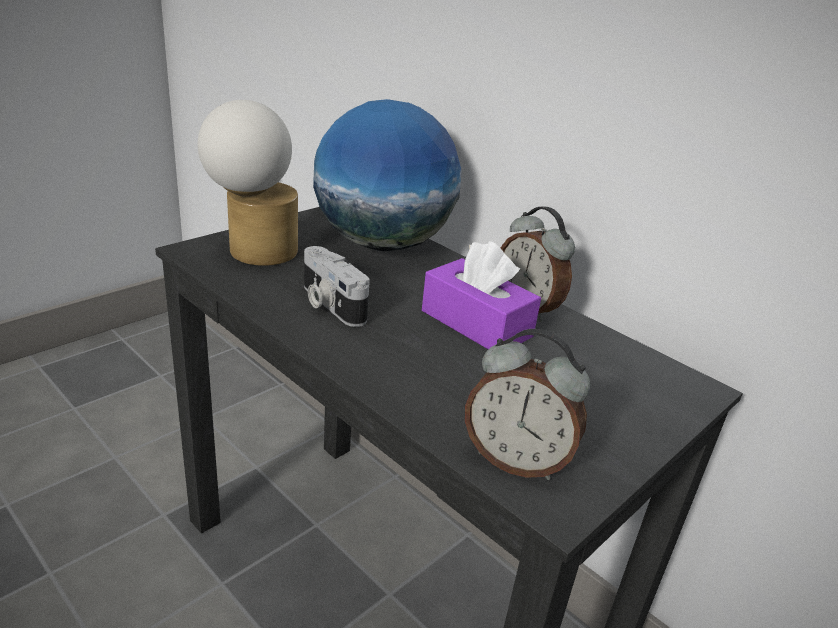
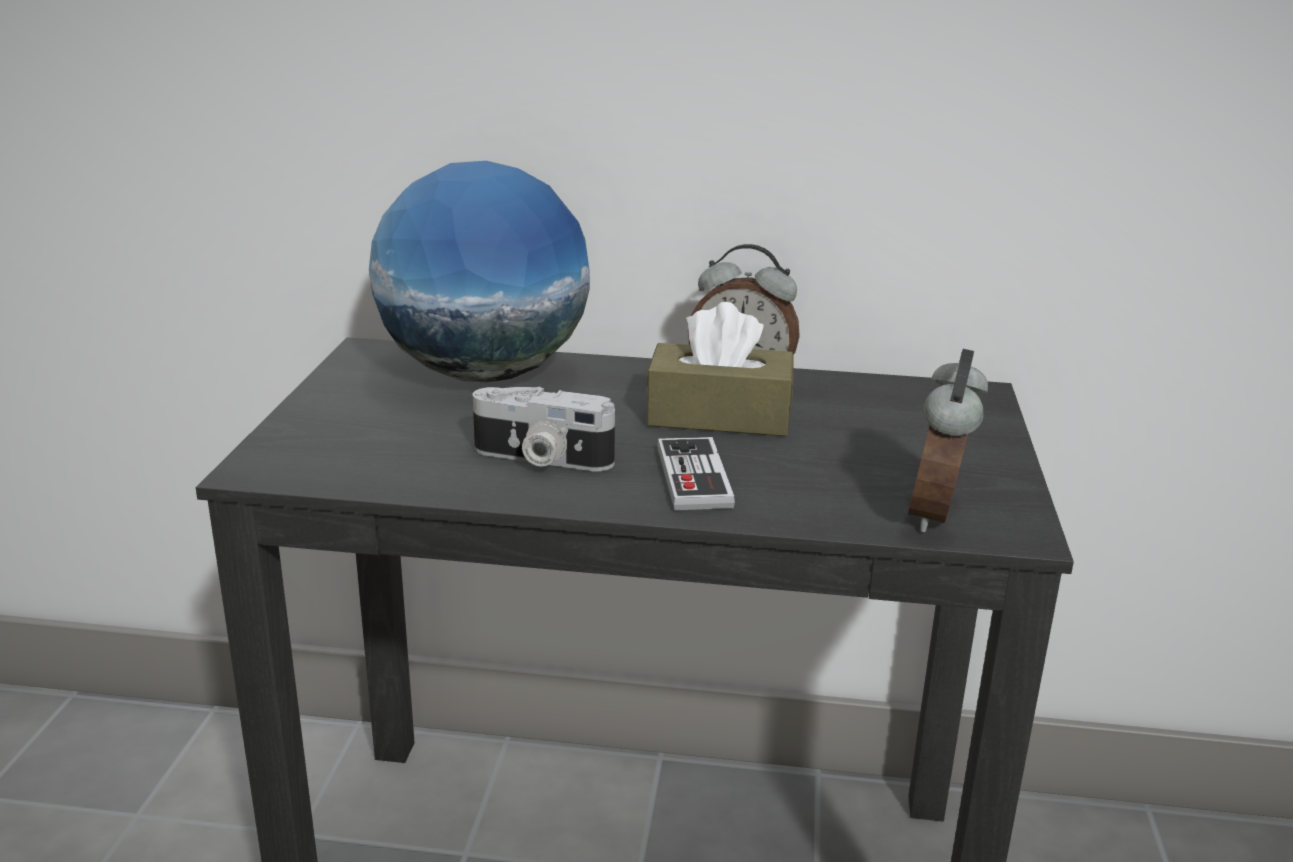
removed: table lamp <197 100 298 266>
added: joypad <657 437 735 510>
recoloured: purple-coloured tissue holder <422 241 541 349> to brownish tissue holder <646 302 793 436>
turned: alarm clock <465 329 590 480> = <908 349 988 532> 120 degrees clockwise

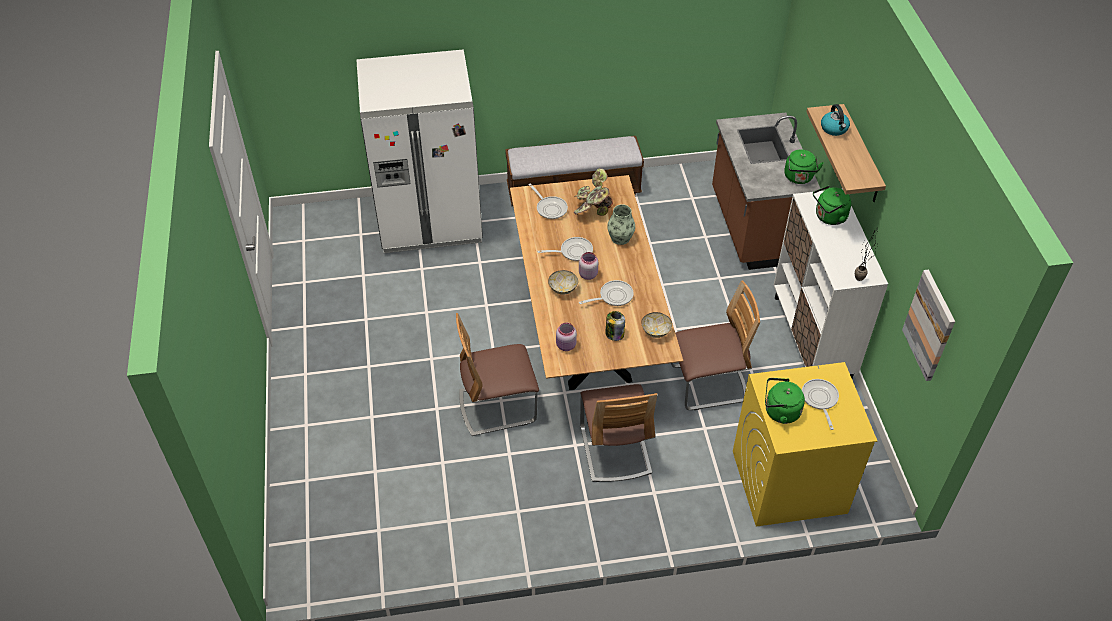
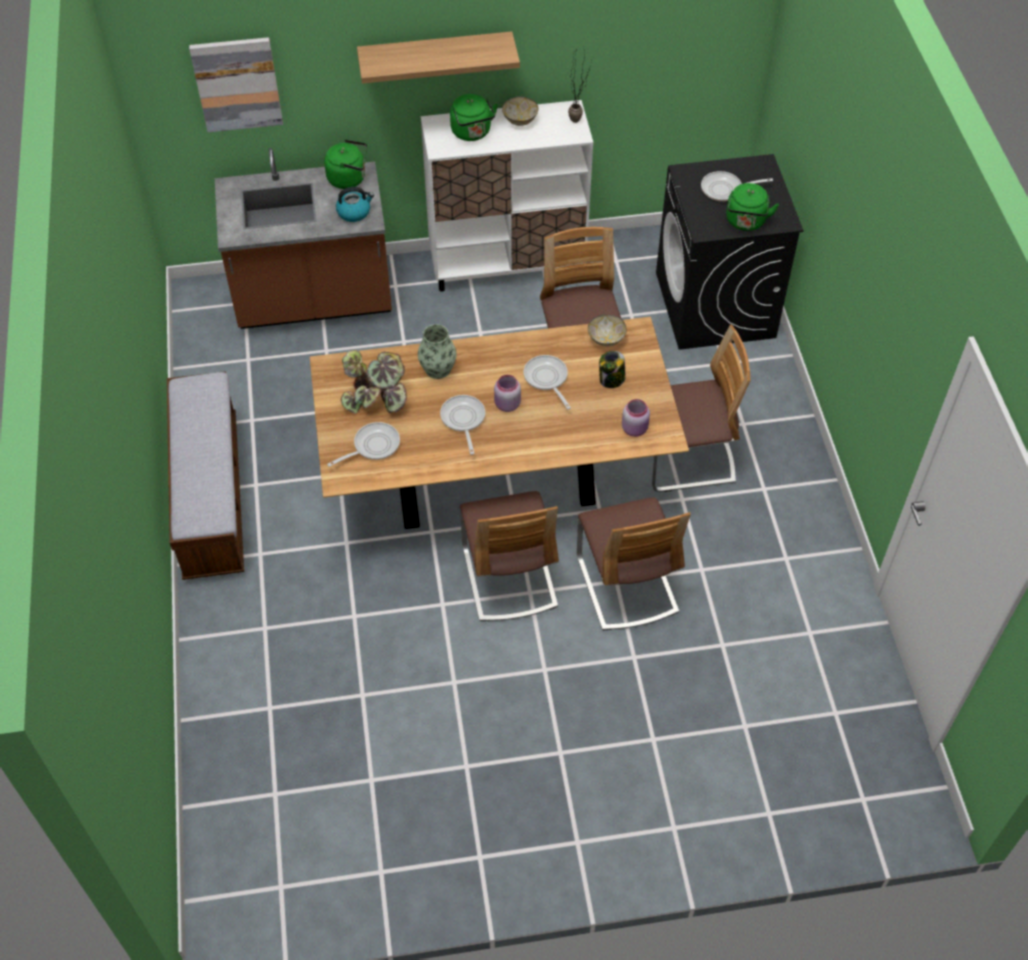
removed: white refrigerator <356 50 483 253>
added: chair <460 491 559 621>
moved: serving bowl <548 270 578 295> to <502 97 538 126>; water kettle <821 104 850 136> to <336 187 374 222>; wall picture <902 270 955 381> to <189 37 283 132>
recoloured: yellowish laundry appliance <733 362 877 527> to black-coloured laundry appliance <656 154 804 350>

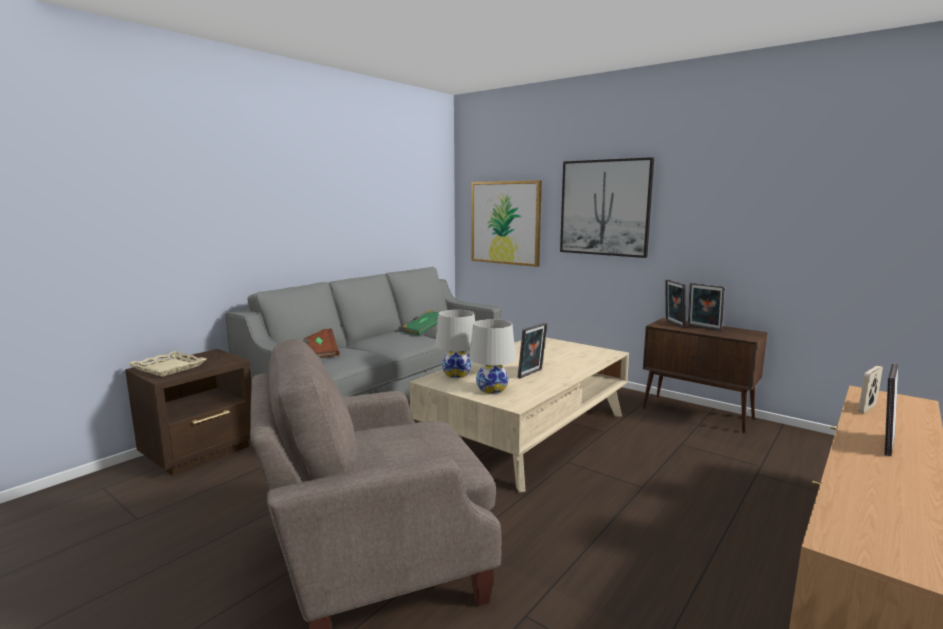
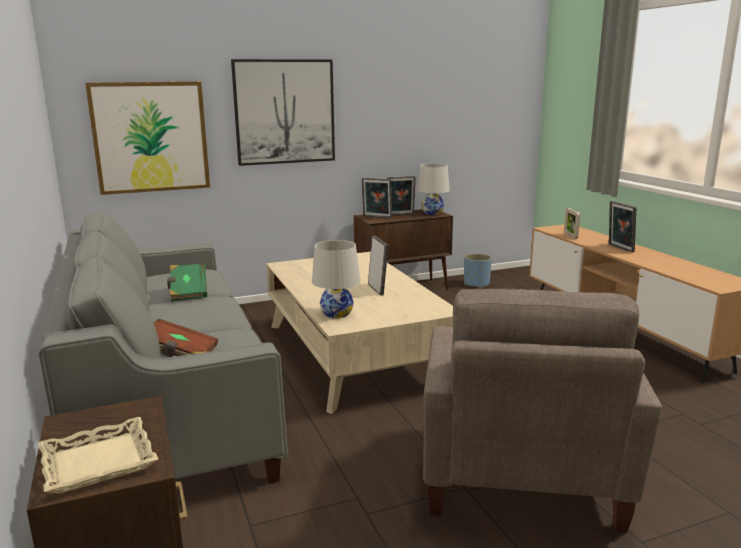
added: bluish planter <464 253 492 288>
moved: white table lamp <469 319 516 394> to <417 163 450 215>

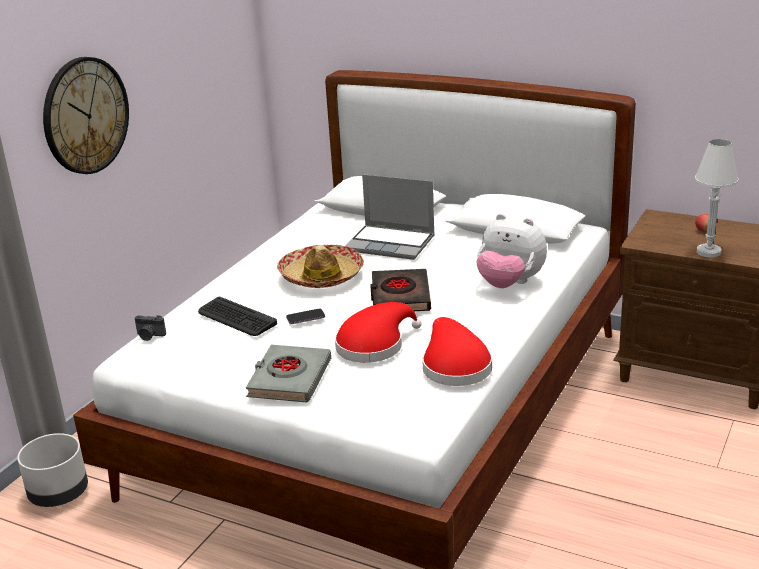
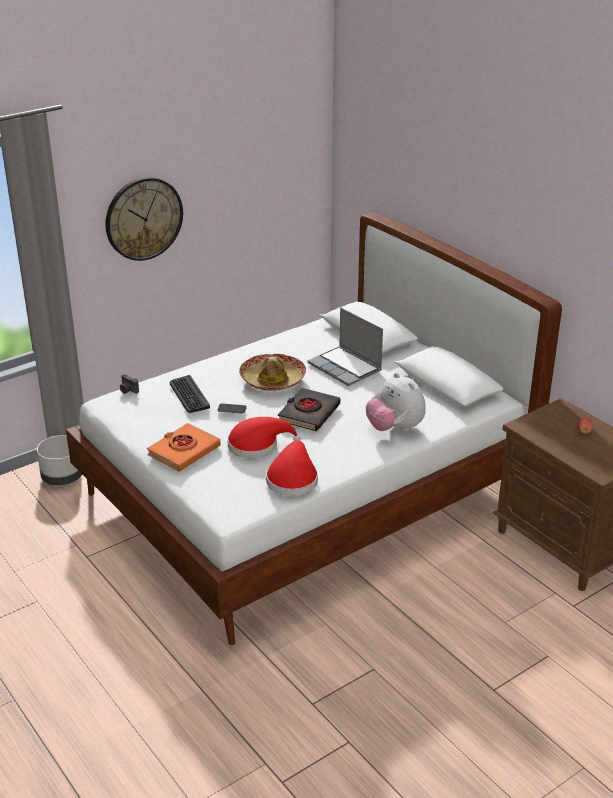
removed: white table lamp <695 139 739 257>
recoloured: greyish book <246 345 331 403> to orange-coloured book <147 423 221 472>

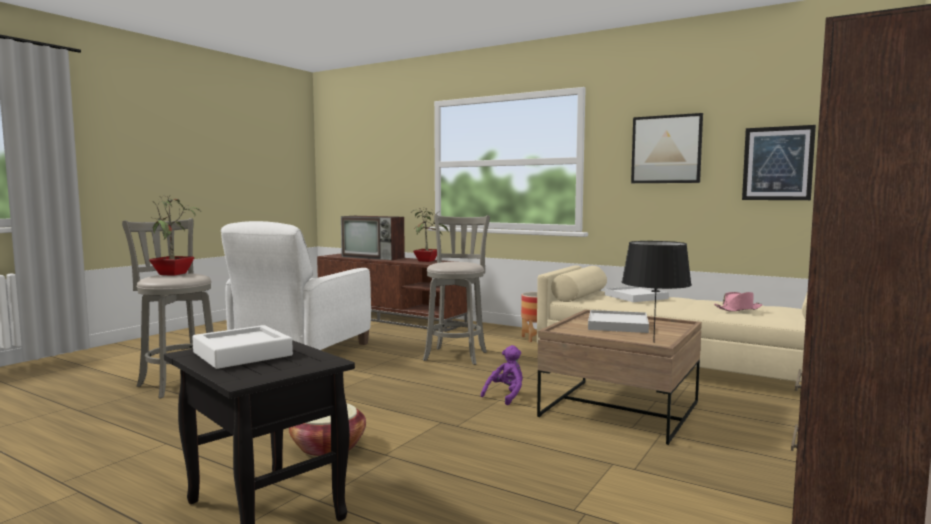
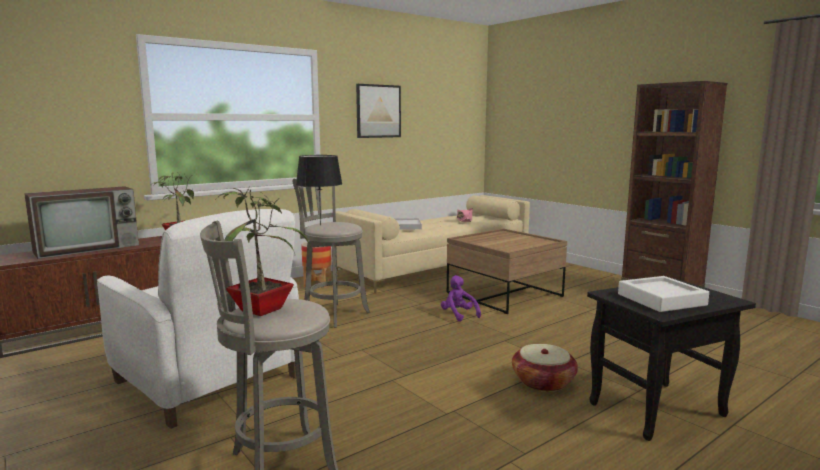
removed: white serving tray <588 310 649 333>; wall picture <742 125 816 200>
moved: black-coloured table lamp <622 241 692 343> to <296 155 342 225>

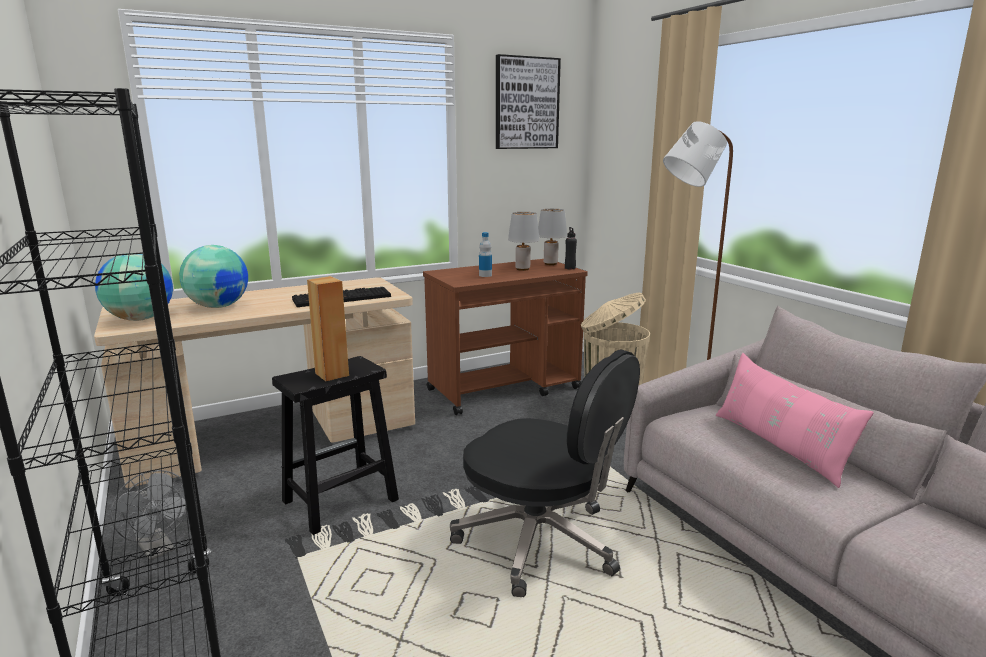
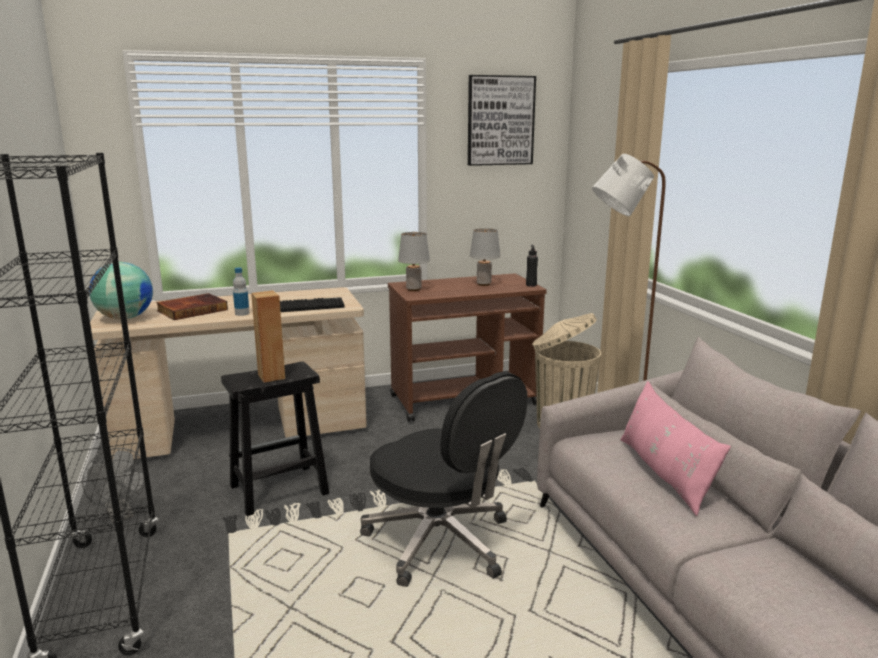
moved: drink bottle <479 232 492 277> to <233 267 250 316>; greyish table lamp <538 209 567 265> to <398 232 430 291>
replaced: desk globe <179 245 248 308> to book <156 293 228 320>

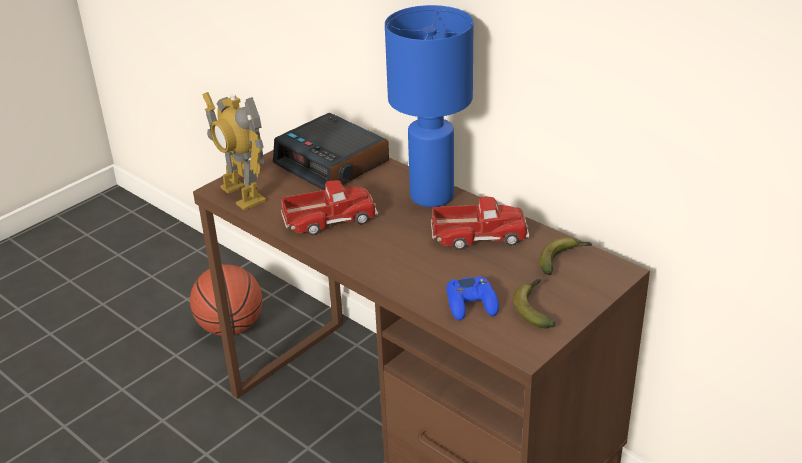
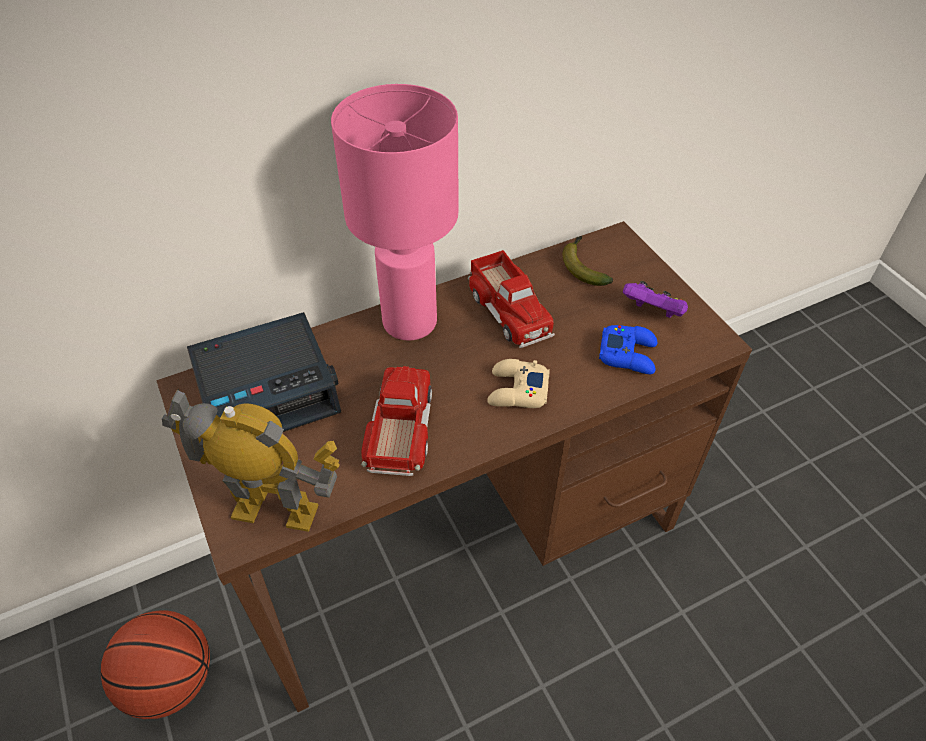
added: beige-coloured joypad <487 359 550 408>
replaced: banana <513 279 555 328> to purple-coloured joypad <623 281 688 318>
recoloured: bluish table lamp <385 5 473 207> to pinkish table lamp <331 84 459 341>
turned: robot figure <202 92 266 210> = <162 389 340 532> 150 degrees counterclockwise; toy truck <431 196 529 250> = <468 250 555 348> 135 degrees clockwise

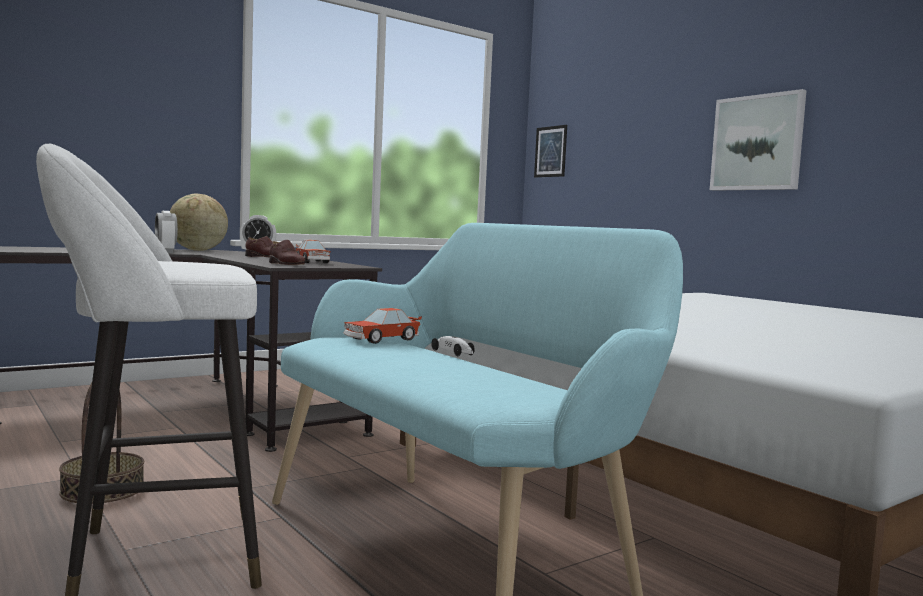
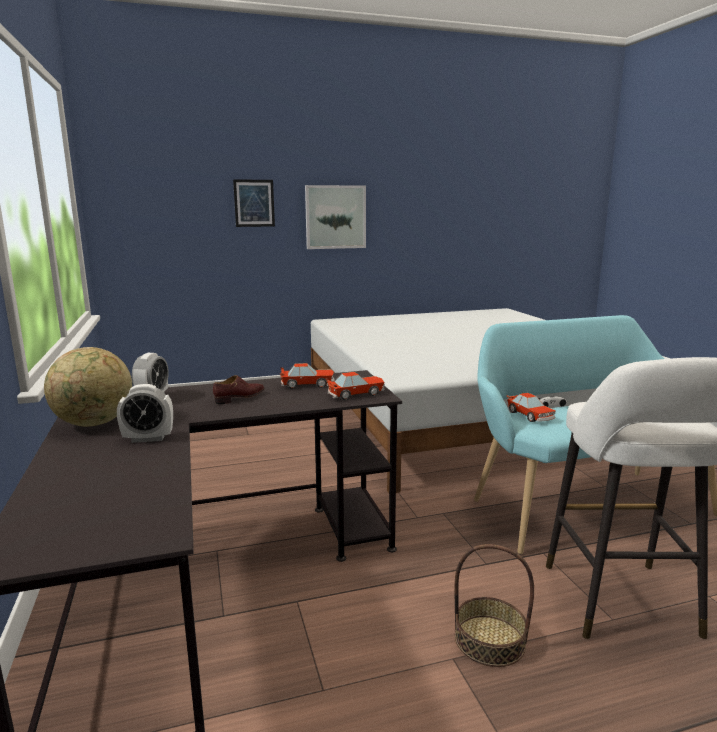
moved: wall picture <534 125 567 177> to <233 179 275 227>
replaced: brownish shoe <269 240 305 265> to miniature car <326 372 385 400>

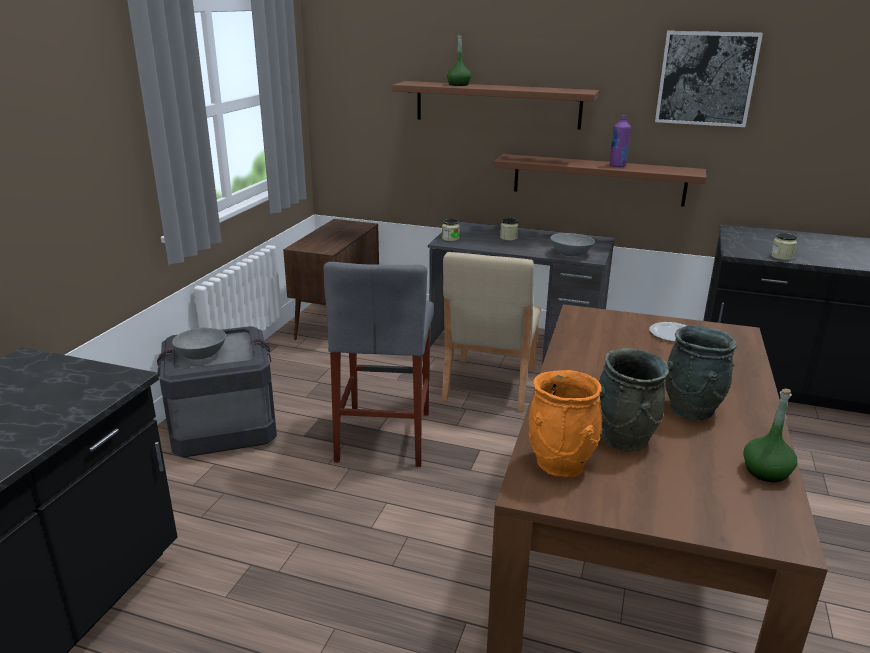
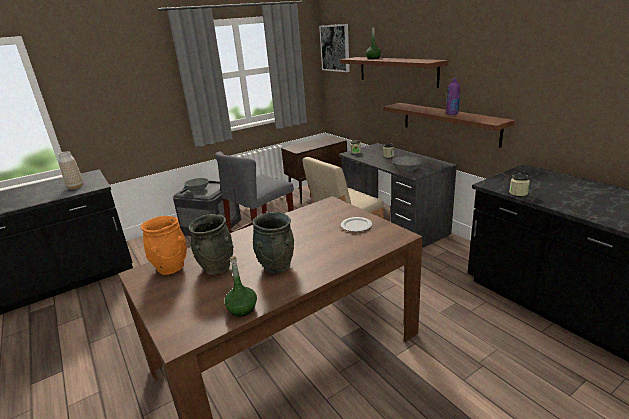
added: decorative vase <58 151 83 189>
moved: wall picture <655 31 763 127> to <319 24 350 72>

